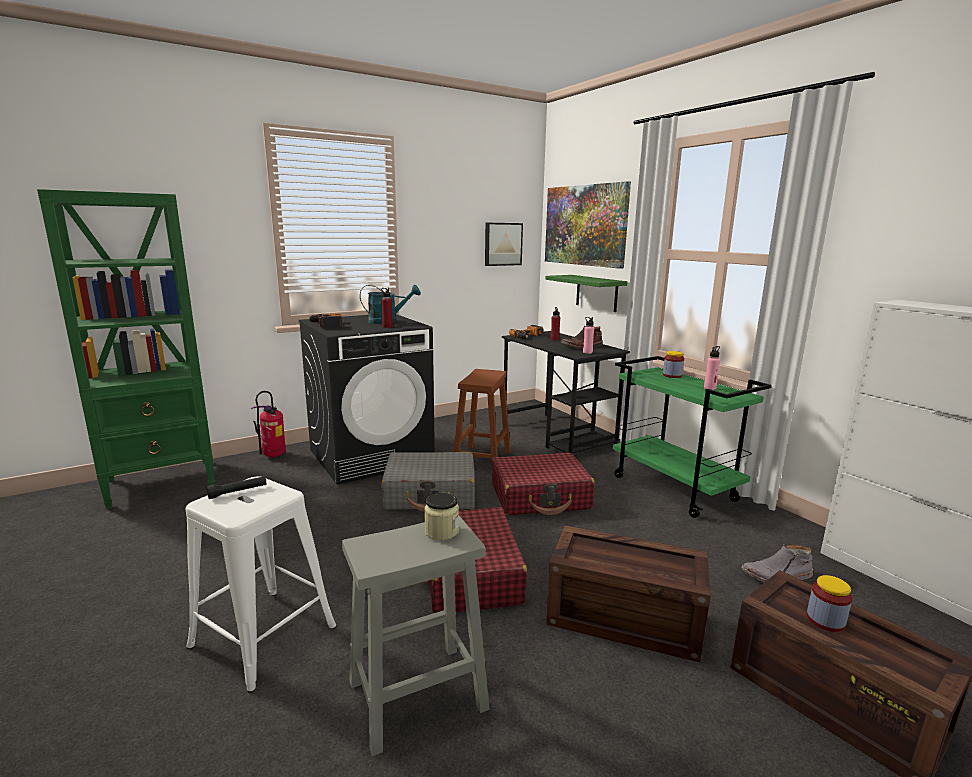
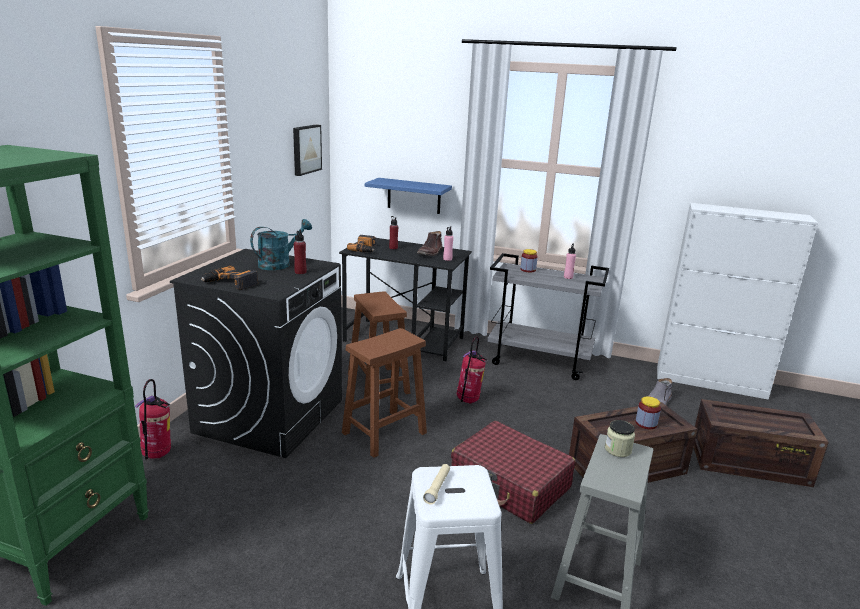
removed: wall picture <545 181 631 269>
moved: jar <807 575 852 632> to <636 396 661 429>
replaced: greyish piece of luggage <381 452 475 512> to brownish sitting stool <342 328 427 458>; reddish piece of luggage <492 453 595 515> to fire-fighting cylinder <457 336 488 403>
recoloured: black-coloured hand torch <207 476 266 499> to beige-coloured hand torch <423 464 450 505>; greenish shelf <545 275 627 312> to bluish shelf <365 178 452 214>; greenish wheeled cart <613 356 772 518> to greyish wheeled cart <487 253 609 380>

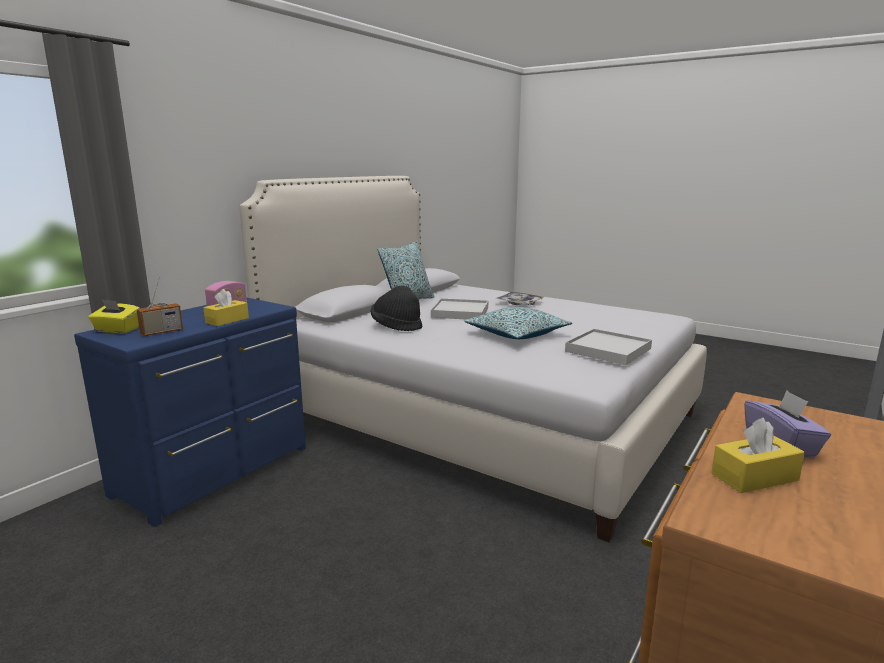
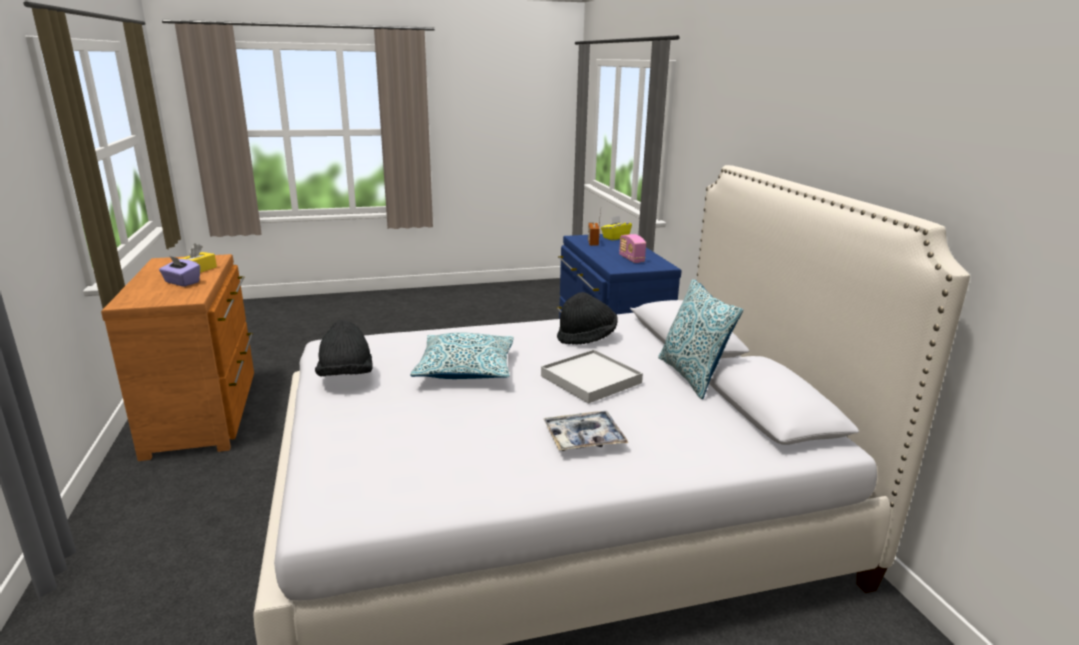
removed: yellowish tissue holder <204 289 249 326>
replaced: white serving tray <565 329 652 365> to black-coloured hat <315 320 373 377>

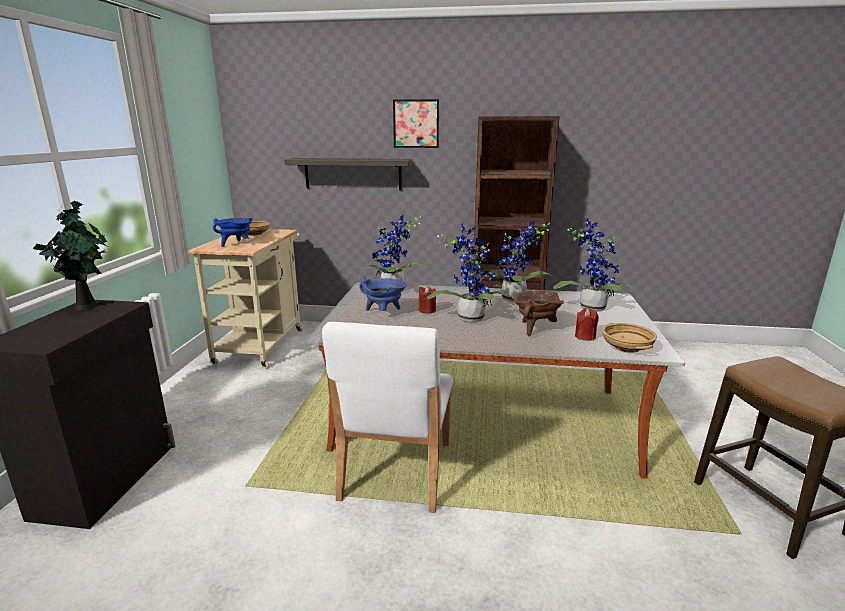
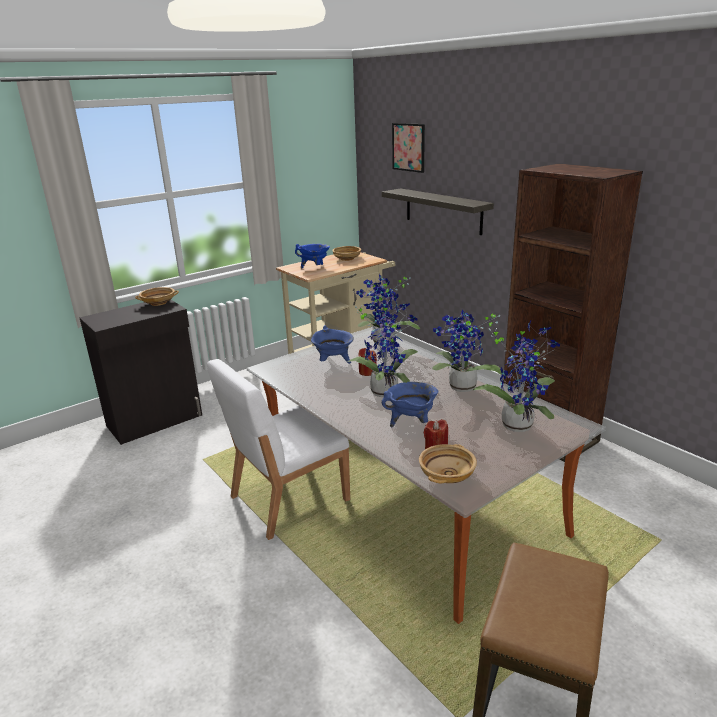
moved: wall picture <393 99 439 148> to <392 123 425 173>
replaced: houseplant <33 201 107 311> to beige-coloured serving bowl <135 287 179 306>
recoloured: brownish cooking pot <513 291 564 336> to bluish cooking pot <382 382 438 427>

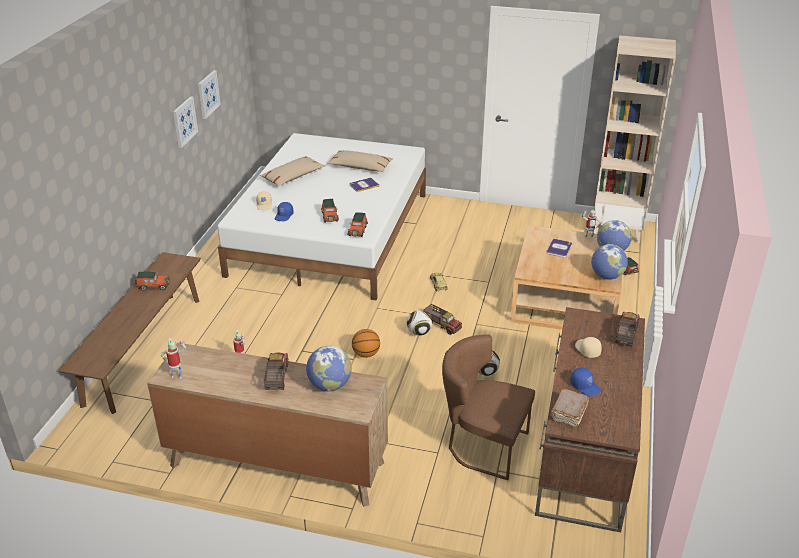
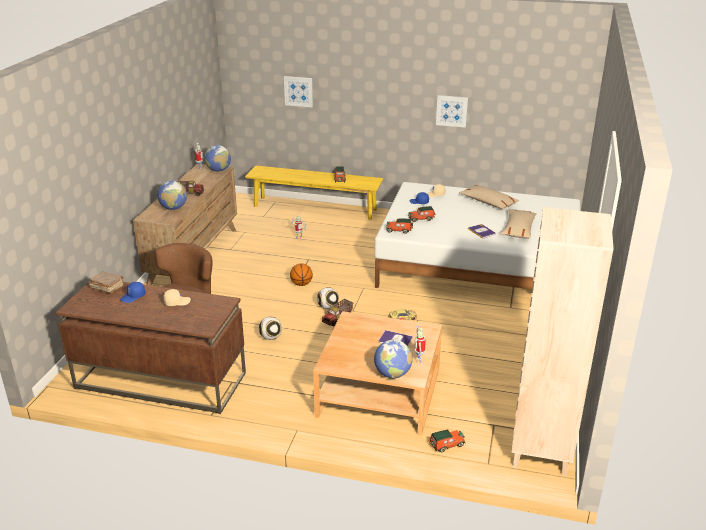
removed: toy truck <615 312 640 346>
moved: wall picture <198 70 221 119> to <284 76 313 108>; desk globe <591 244 628 280> to <204 145 231 172>
recoloured: brownish long seat <58 252 201 414> to yellowish long seat <245 165 384 220>

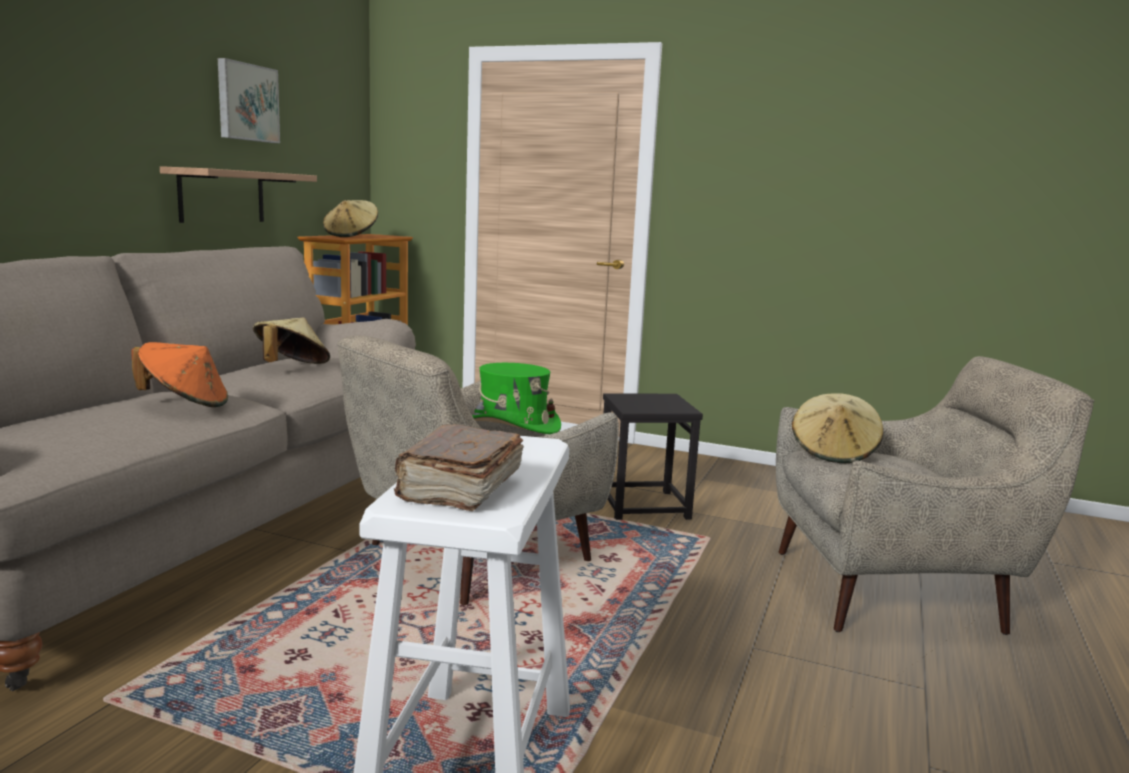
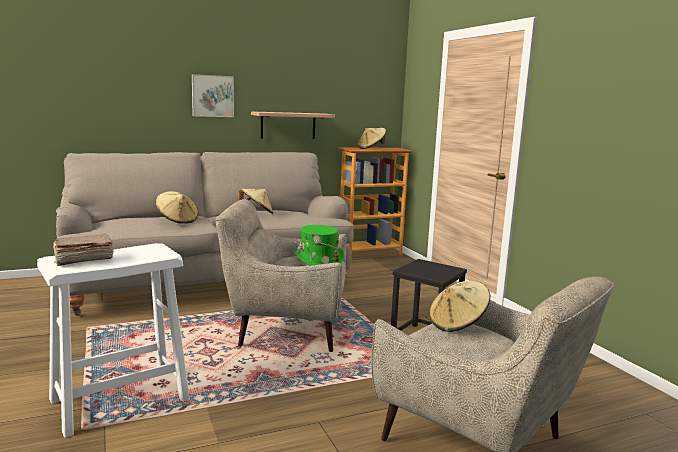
moved: wall picture <218 58 280 143> to <192 74 234 117>
recoloured: orange-coloured hat <131 342 228 407> to beige-coloured hat <156 191 198 224>

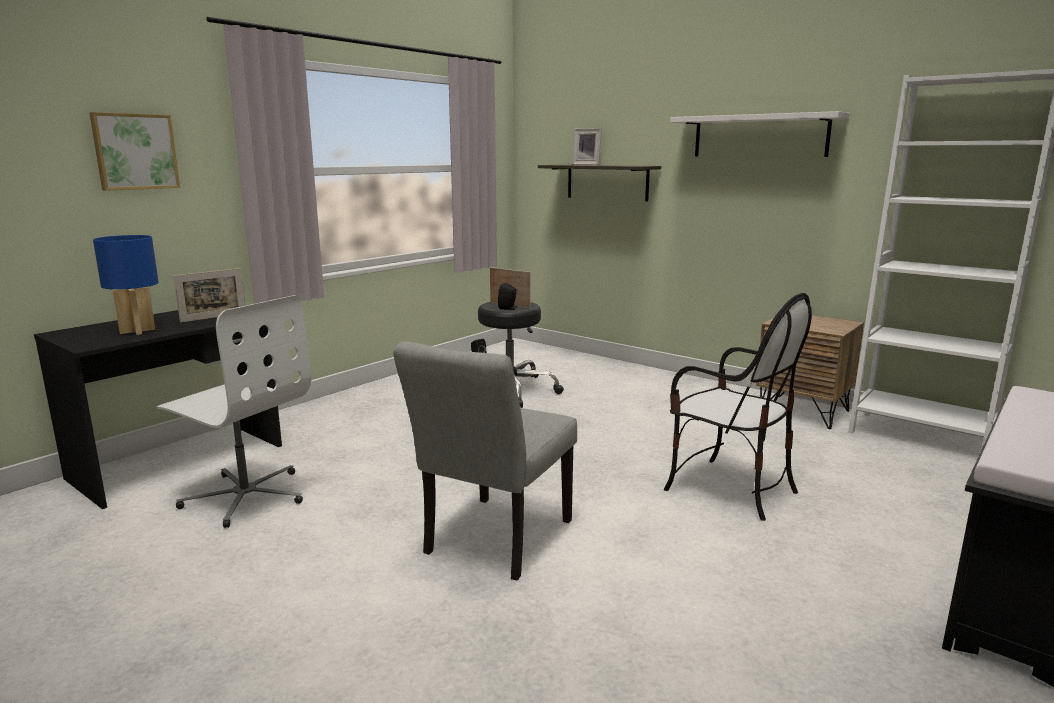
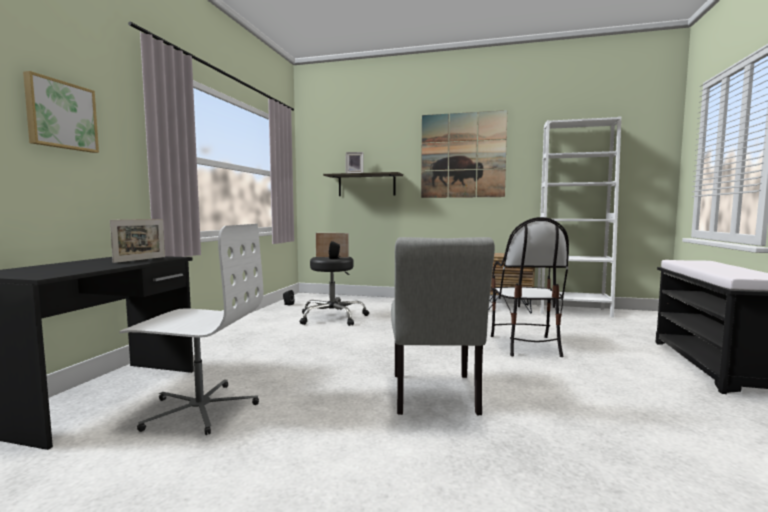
removed: bluish table lamp <93 235 159 335>
replaced: white shelf <670 111 849 157> to wall picture <421 110 507 198>
turned: chair <664 293 812 521> = <491 217 569 357> 75 degrees clockwise

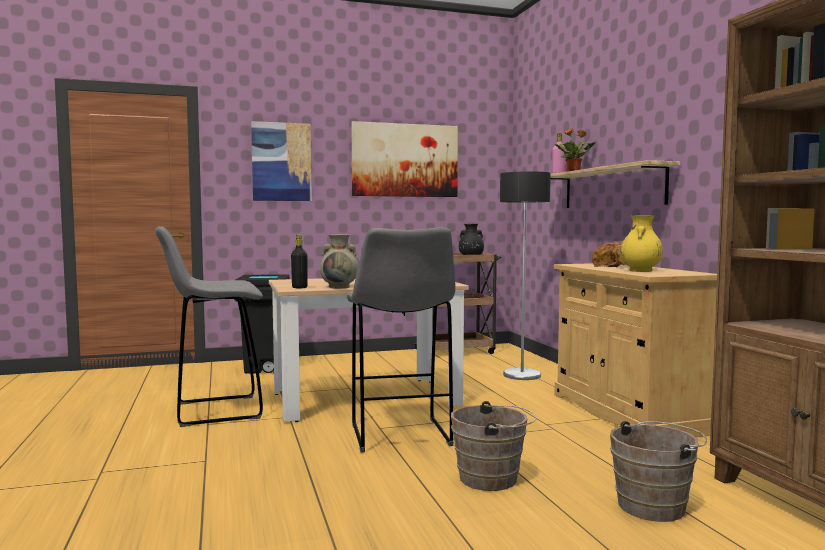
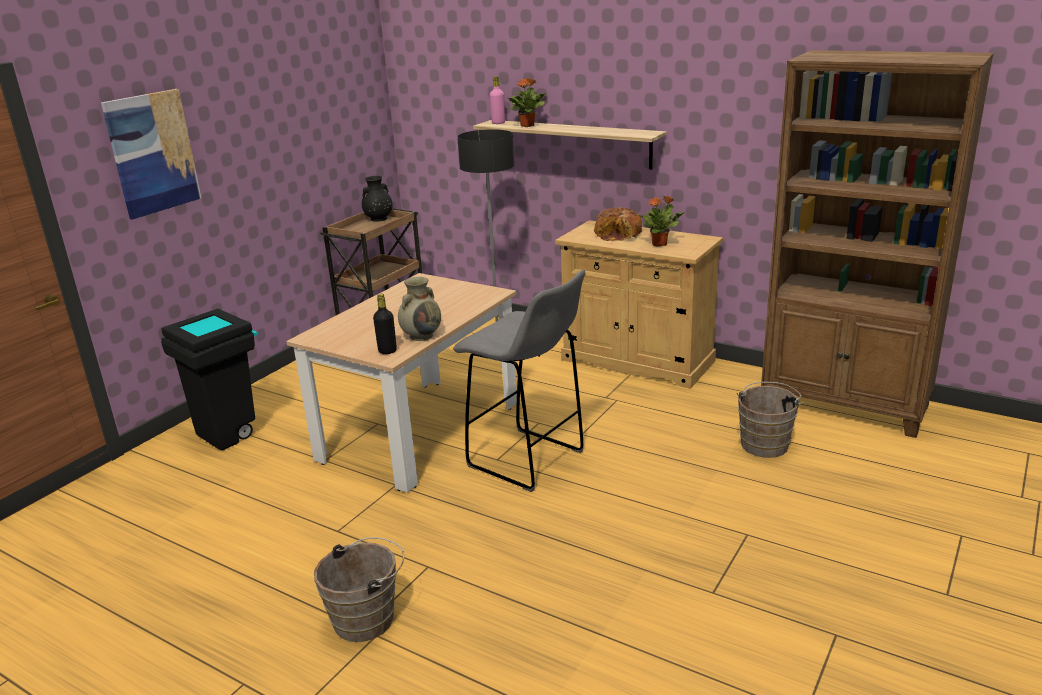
removed: greyish sitting stool <155 226 263 427>; wall picture <351 121 458 197>
moved: brownish bucket <451 401 537 491> to <314 537 404 642>
replaced: yellowish decorative vase <621 215 663 272> to houseplant <637 195 685 247>

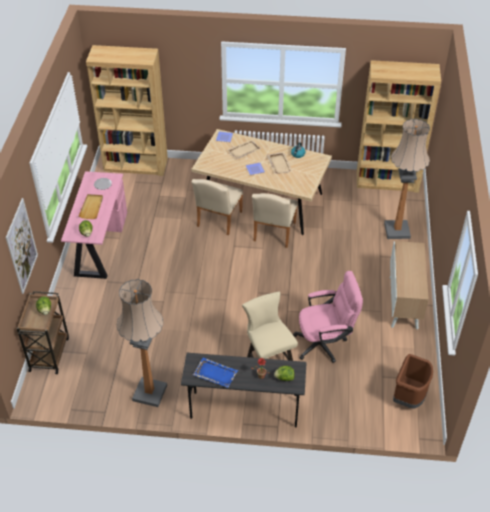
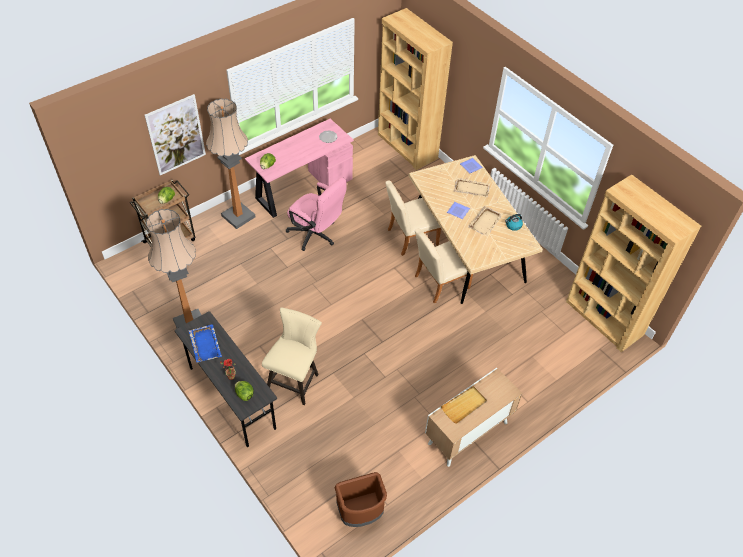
moved: beige-coloured serving tray <79 194 103 219> to <441 386 487 424>; pinkish computer chair <293 271 363 363> to <286 177 347 251>; standing lamp <384 119 430 239> to <206 98 256 229>

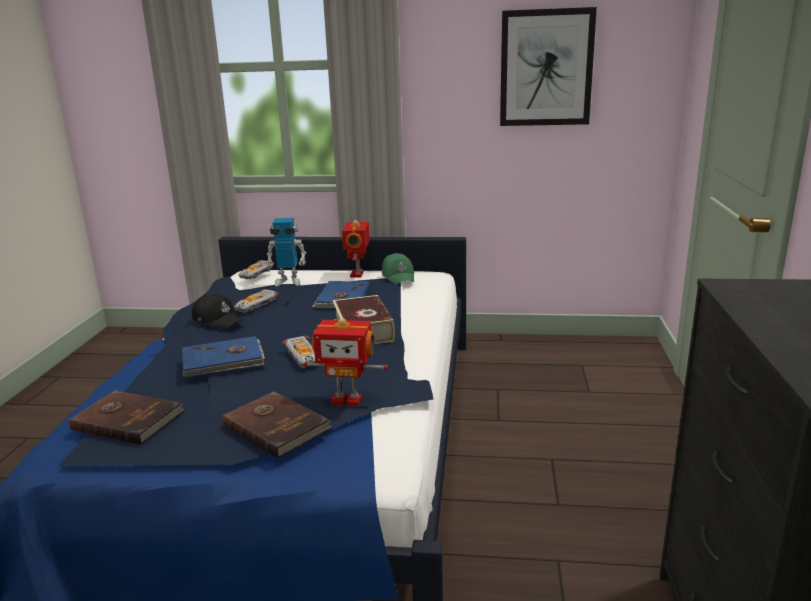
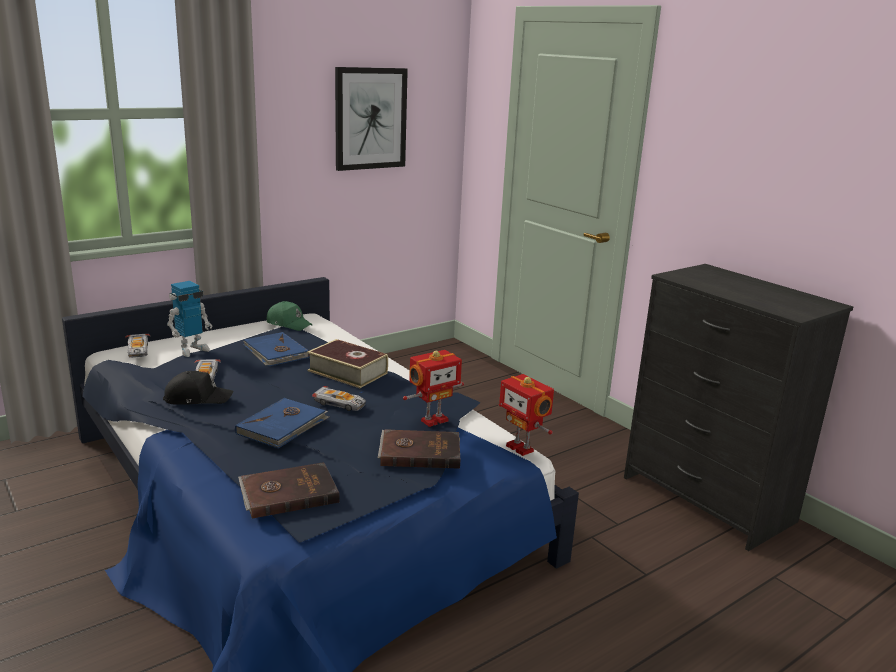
moved: robot figure <342 220 370 278> to <499 374 554 456>

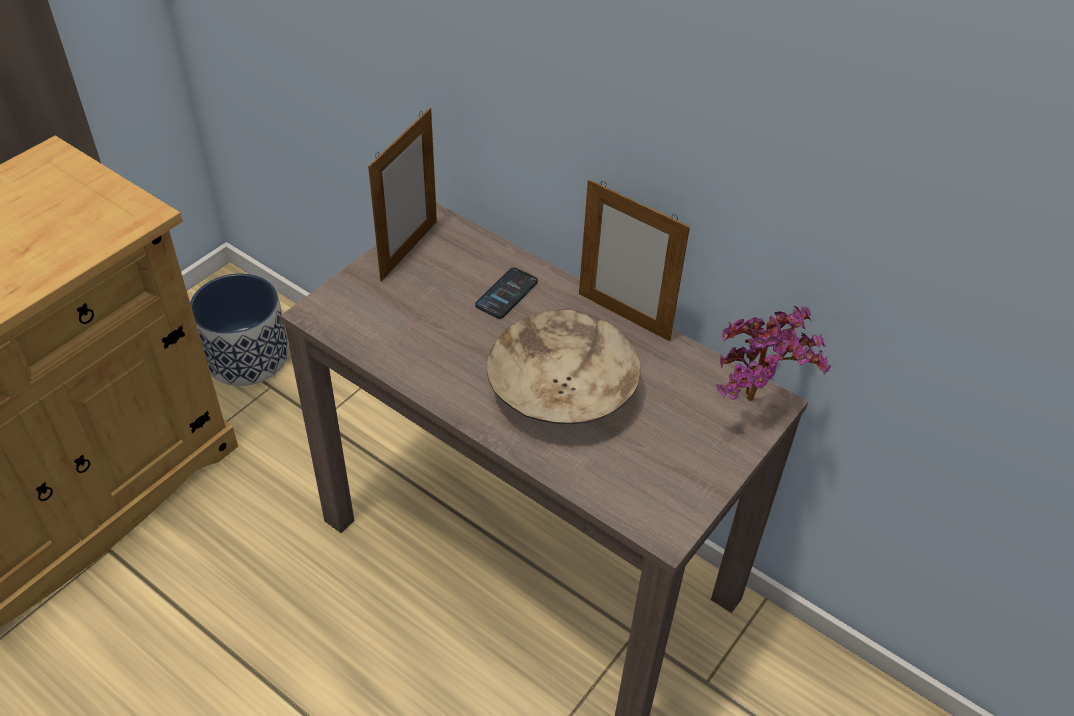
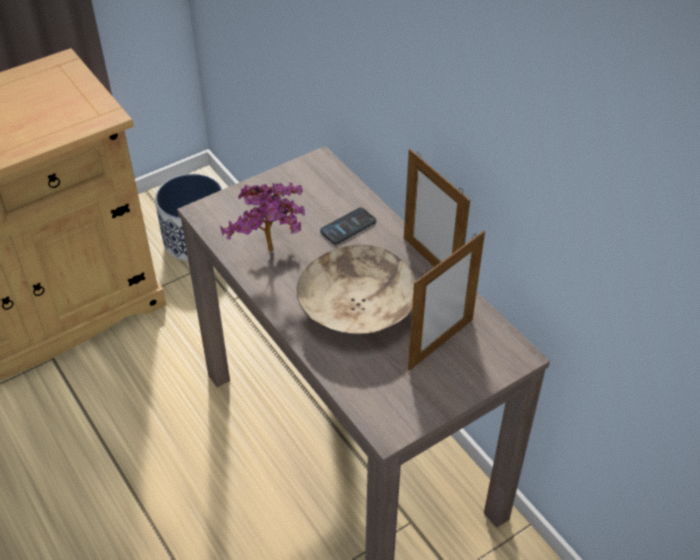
moved: picture frame <368 108 437 281> to <408 231 485 371>; houseplant <716 306 831 402> to <220 182 305 252>

